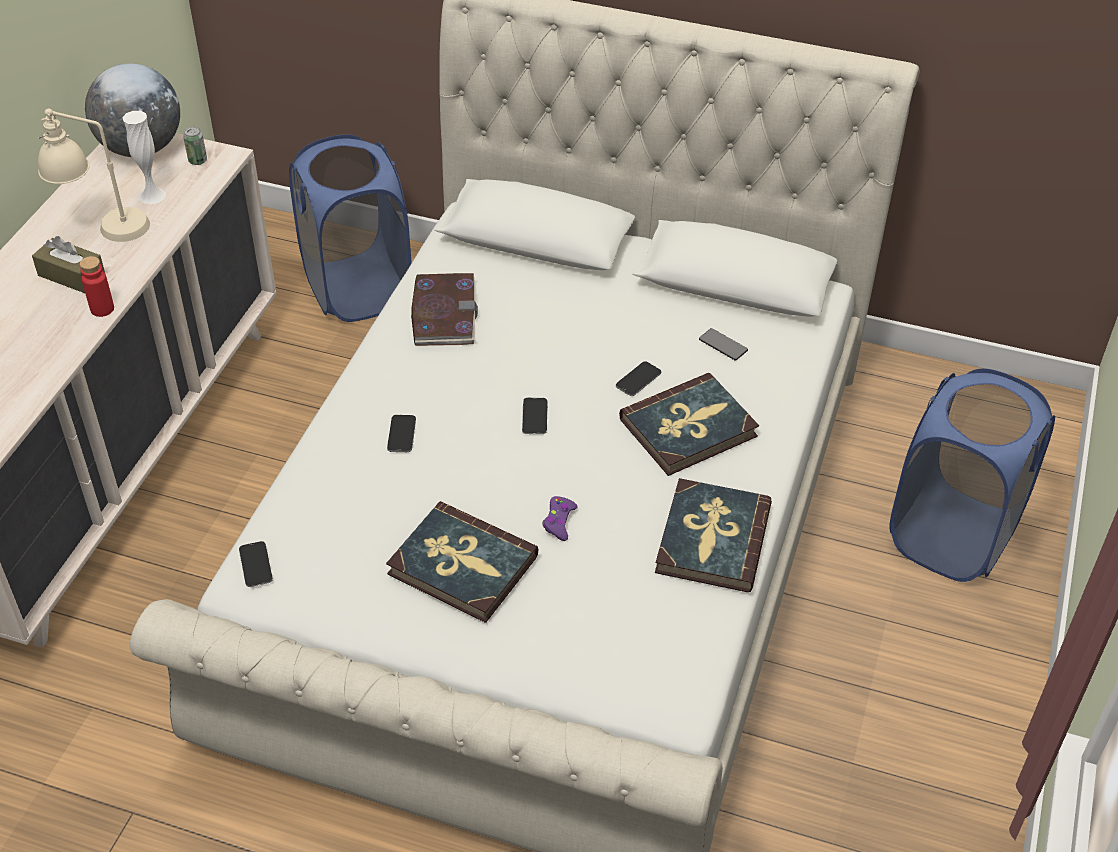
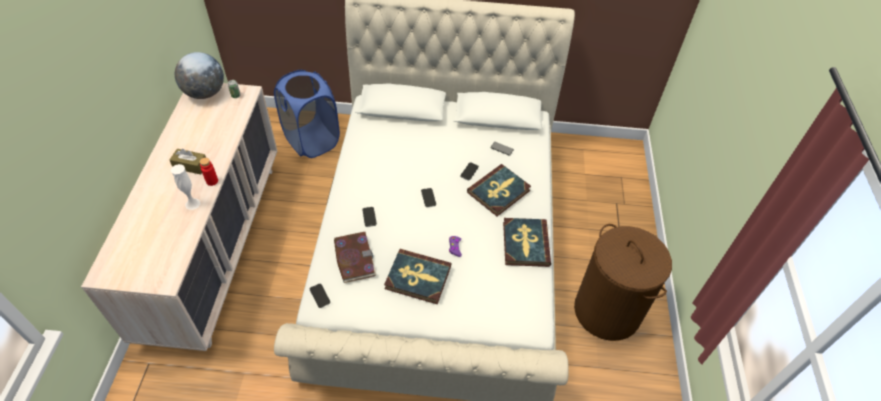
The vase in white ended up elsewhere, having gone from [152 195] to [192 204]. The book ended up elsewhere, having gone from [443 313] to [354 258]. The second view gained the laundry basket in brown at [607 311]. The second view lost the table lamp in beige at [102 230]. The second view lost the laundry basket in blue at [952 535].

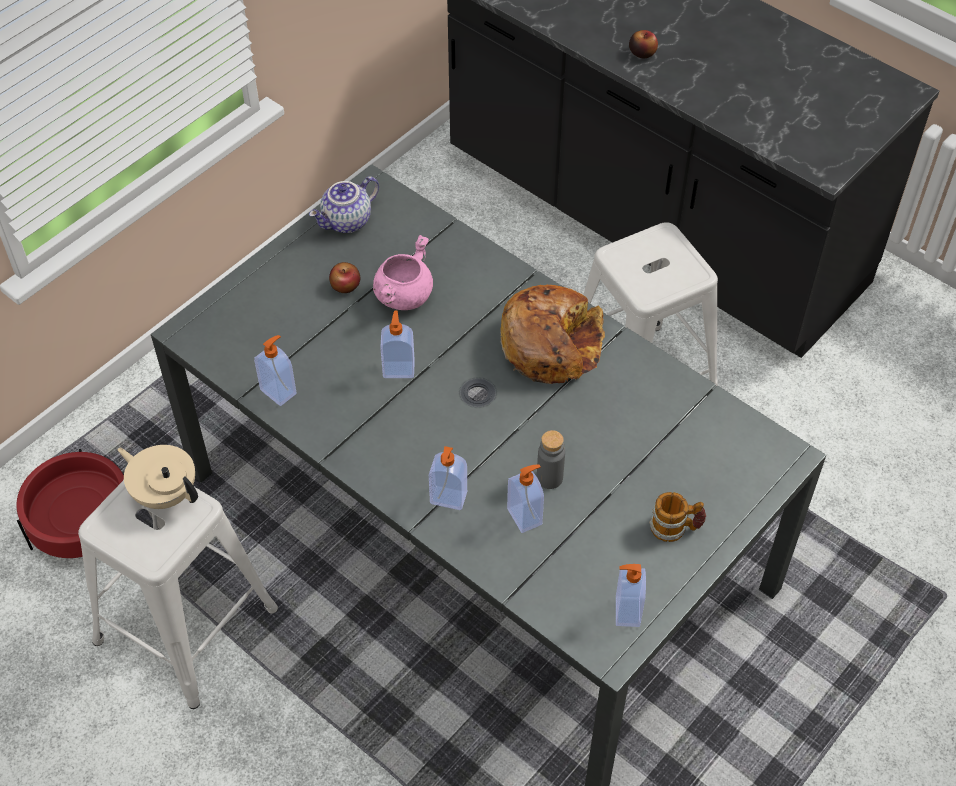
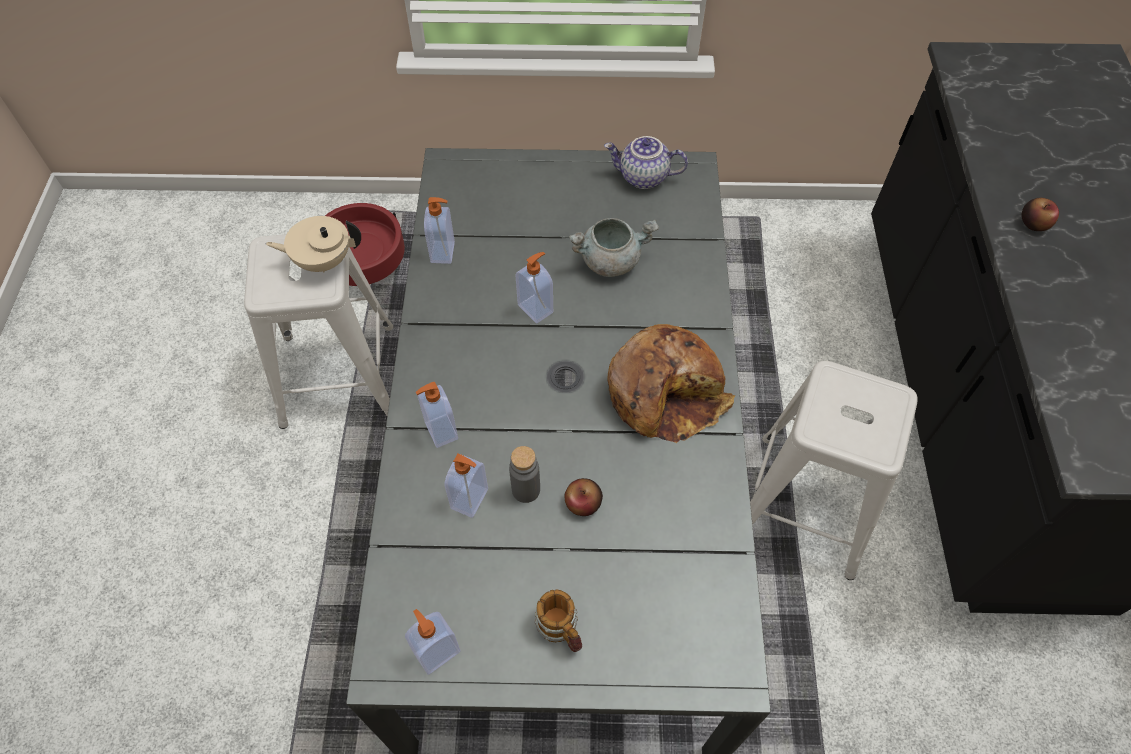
The teapot in beige at [165 492] ended up facing another way, 90 degrees counterclockwise from before. The apple ended up elsewhere, having gone from [345 285] to [583 503]. What was the cooking pot in pink at [403 295] turned into the cooking pot in grey at [610 260].

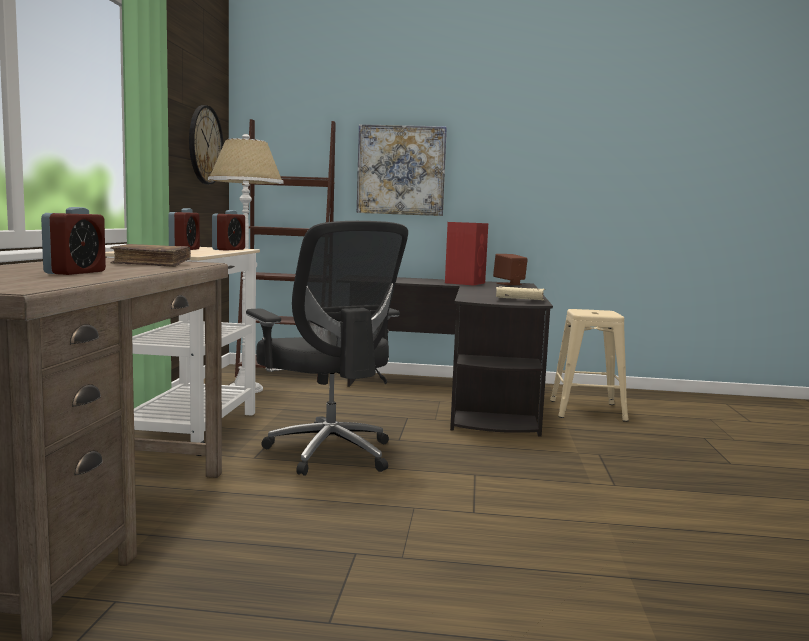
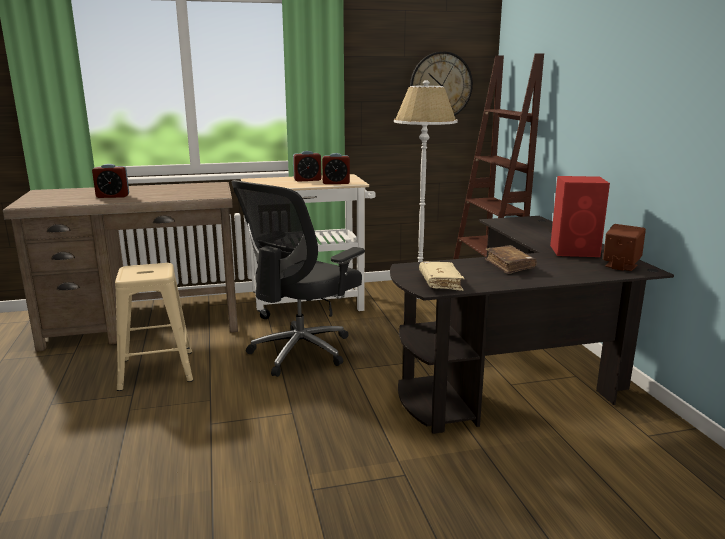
The stool in beige ended up elsewhere, having gone from [587 411] to [156 370]. The book in brown ended up elsewhere, having gone from [152 264] to [509 265]. The second view lost the picture at [401 170].

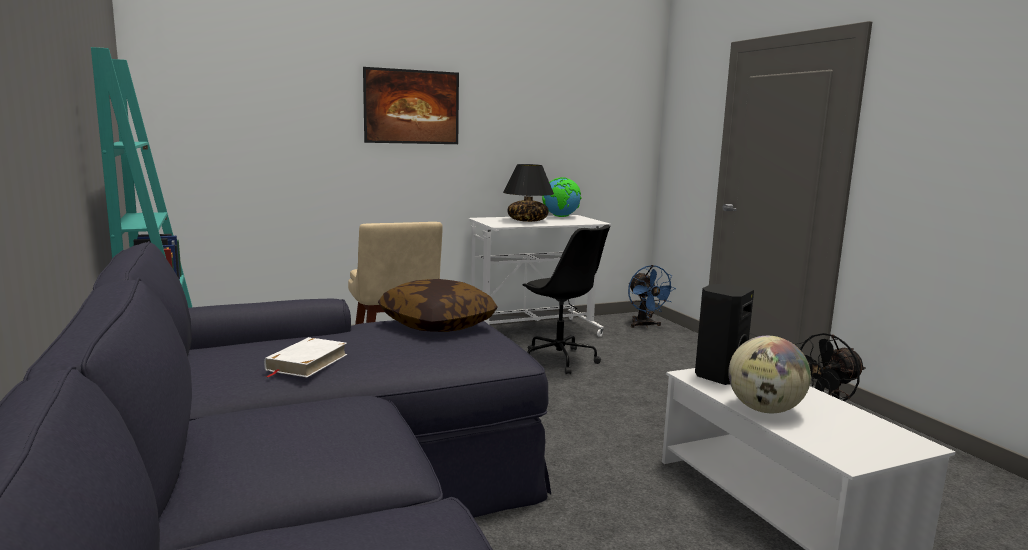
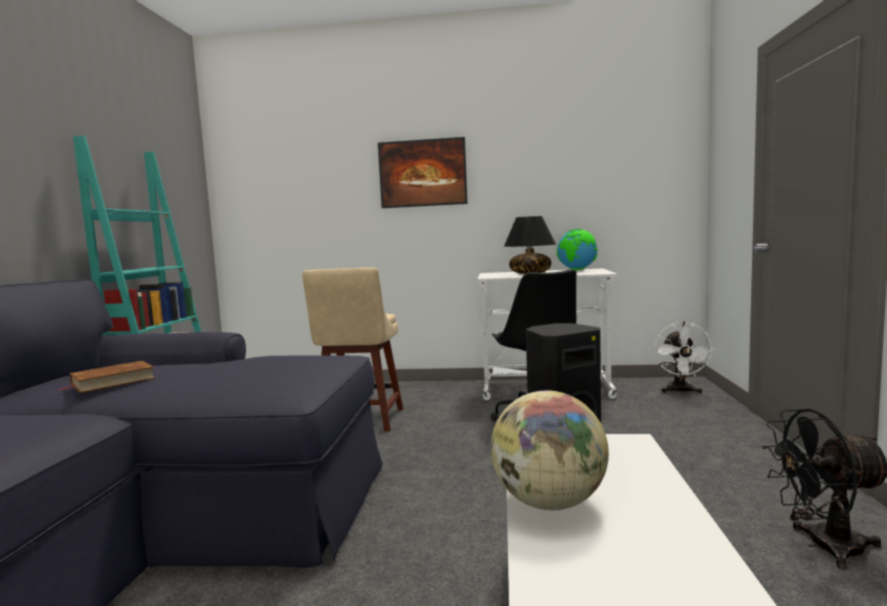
What was the book in white at [306 362] turned into the book in brown at [113 381]. What was the fan in blue at [644 325] turned into the fan in white at [681 391]. The second view lost the pillow at [437 324].

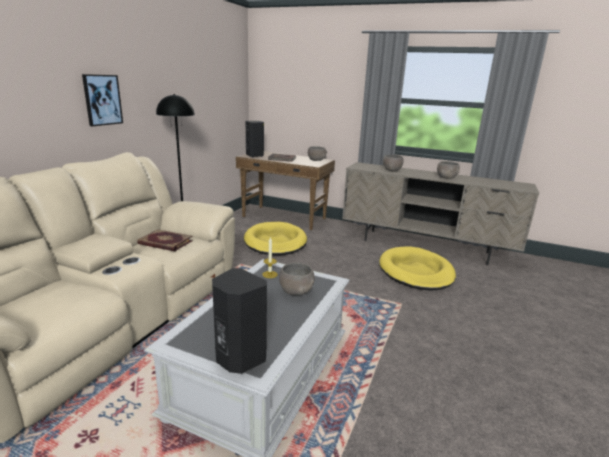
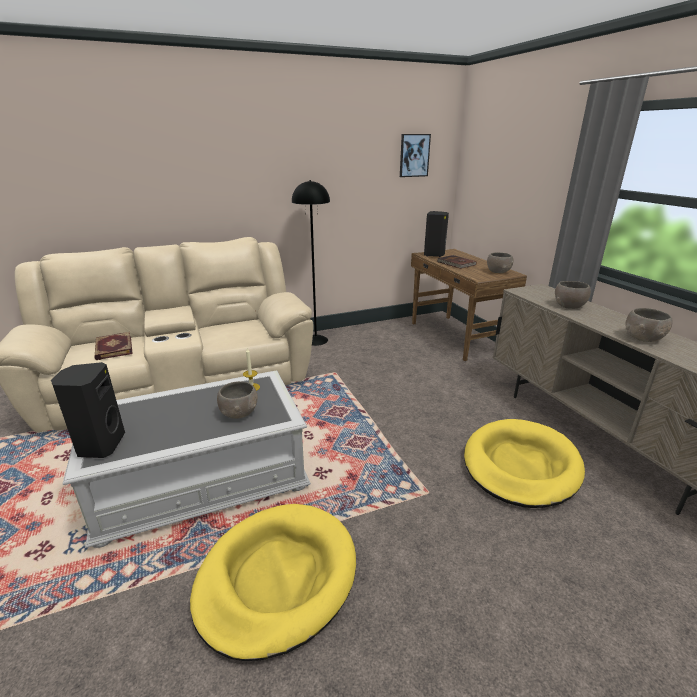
The book ended up elsewhere, having gone from [165 243] to [113 348]. The dog bed in yellow ended up elsewhere, having gone from [275 242] to [277 578]. The picture ended up elsewhere, having gone from [102 100] to [414 155].

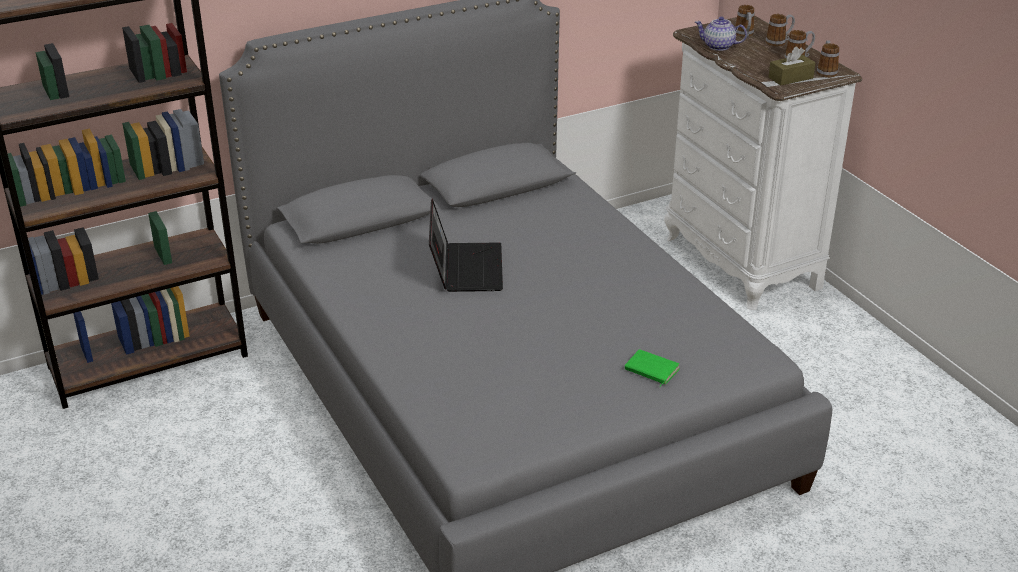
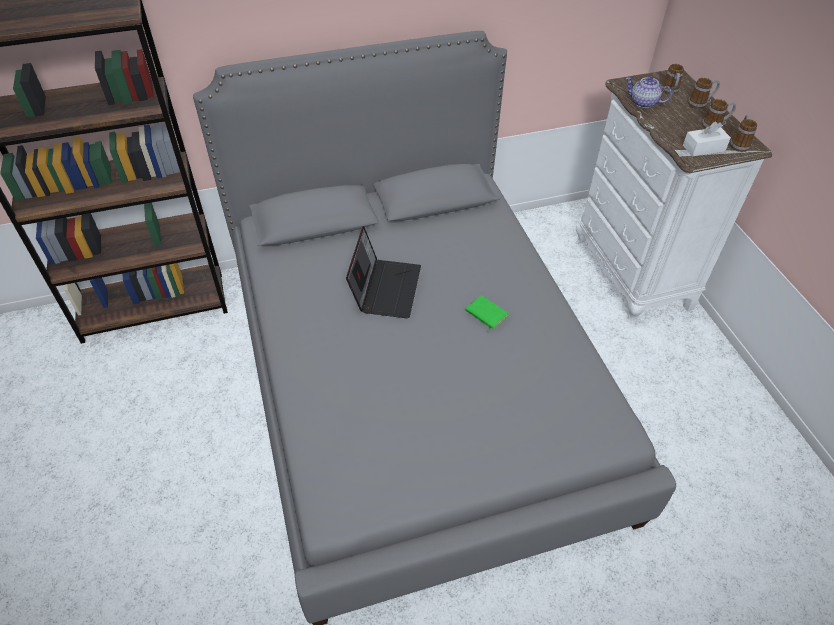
The book in green ended up elsewhere, having gone from [651 370] to [485 314]. What was the tissue box in brown at [790 78] turned into the tissue box in white at [703 148].

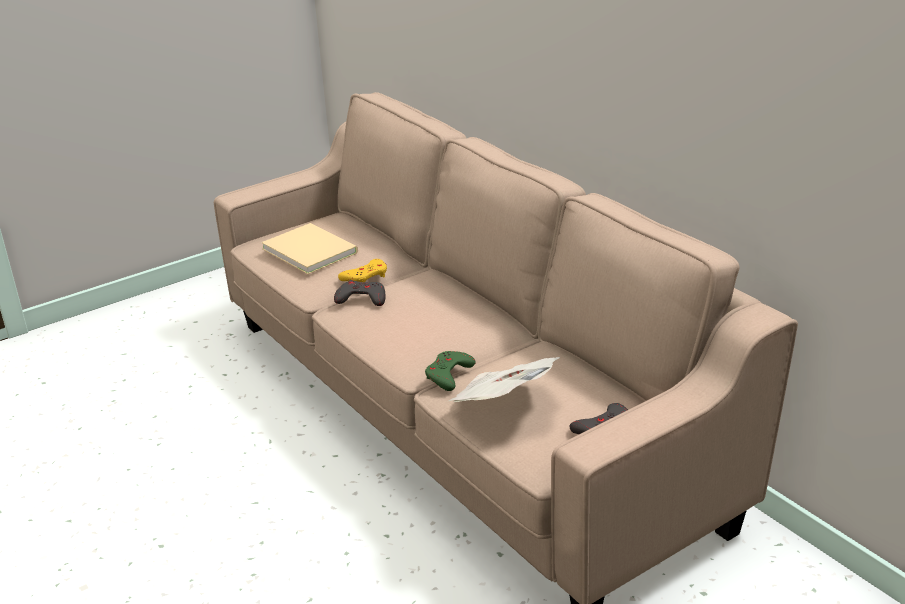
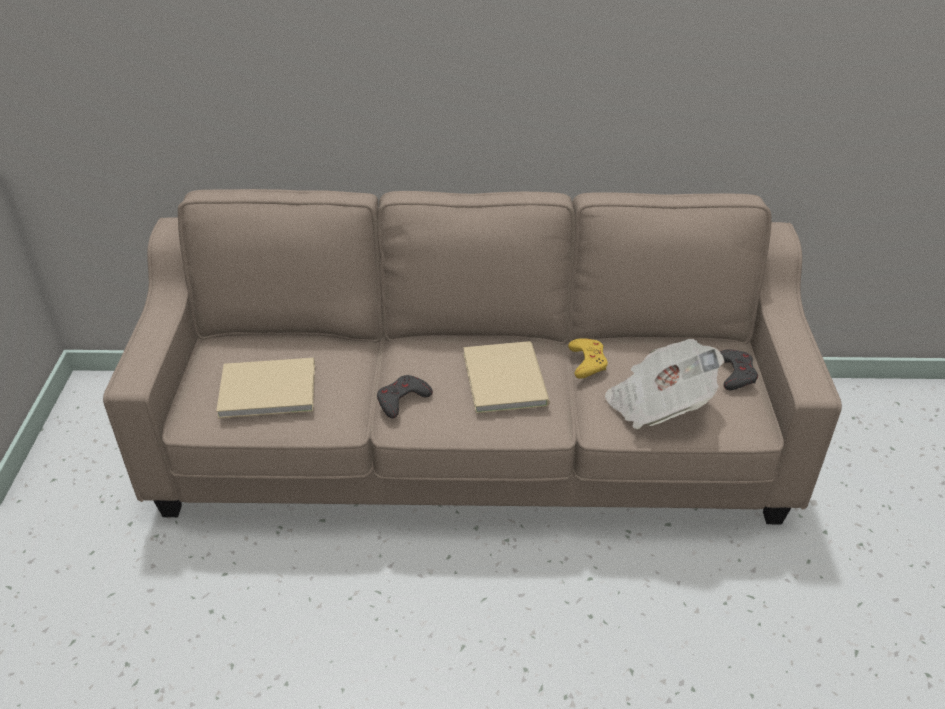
The second view gained the book in beige at [506 377]. The game controller in yellow ended up elsewhere, having gone from [365 277] to [587 362]. The second view lost the game controller in green at [448 375].

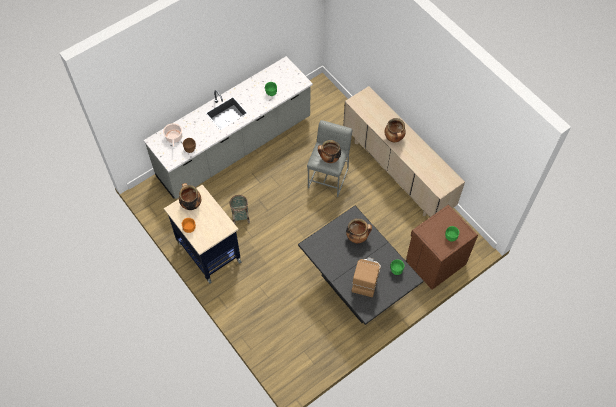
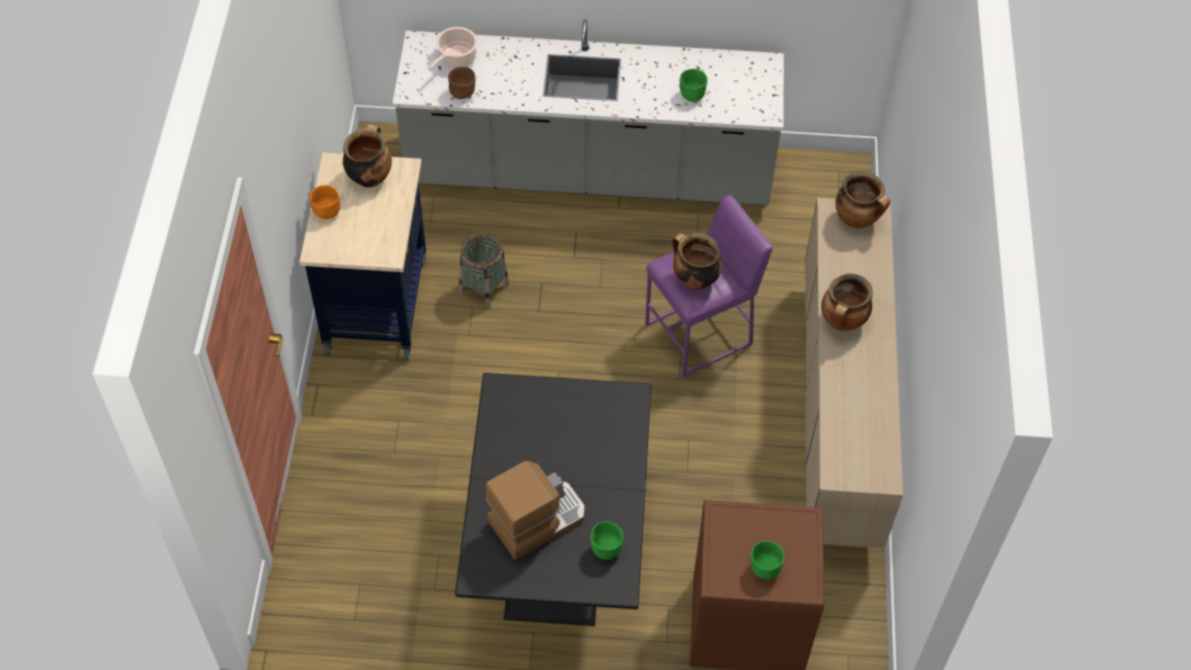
What was the stool in grey at [328 177] turned into the stool in purple at [700 333]. The cooking pot ended up elsewhere, having gone from [357 237] to [857 220].

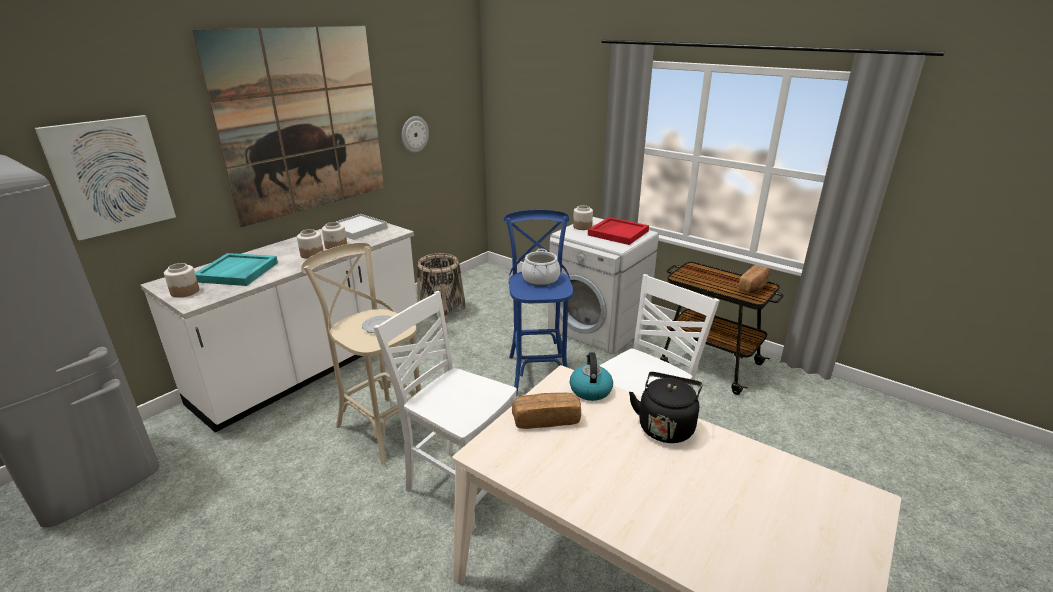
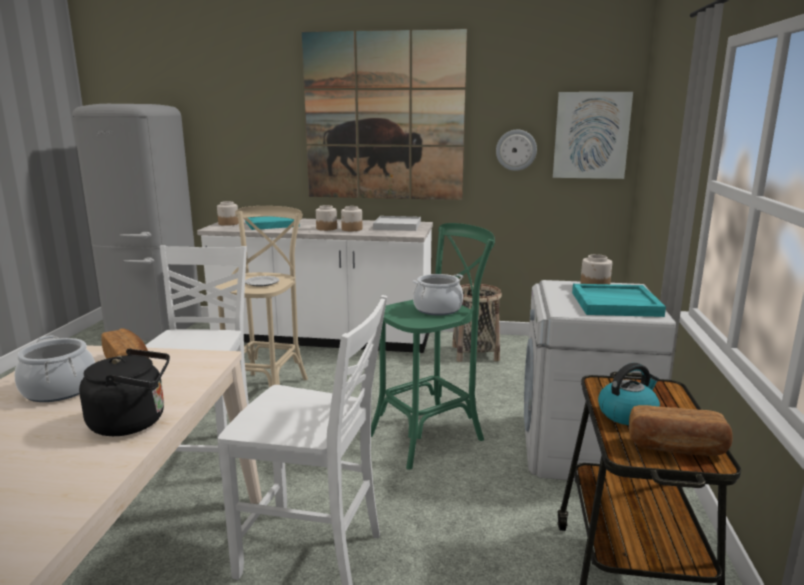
The second view gained the cooking pot at [60 389]. What was the stool in blue at [538 371] turned into the stool in green at [430 436]. The picture ended up elsewhere, having gone from [110 176] to [591 135]. What was the tray in red at [618 233] turned into the tray in turquoise at [616 303]. The kettle ended up elsewhere, having gone from [590 389] to [627 414].

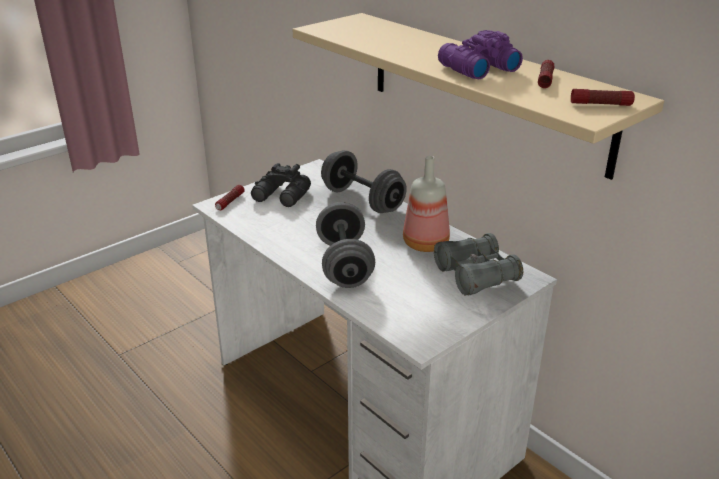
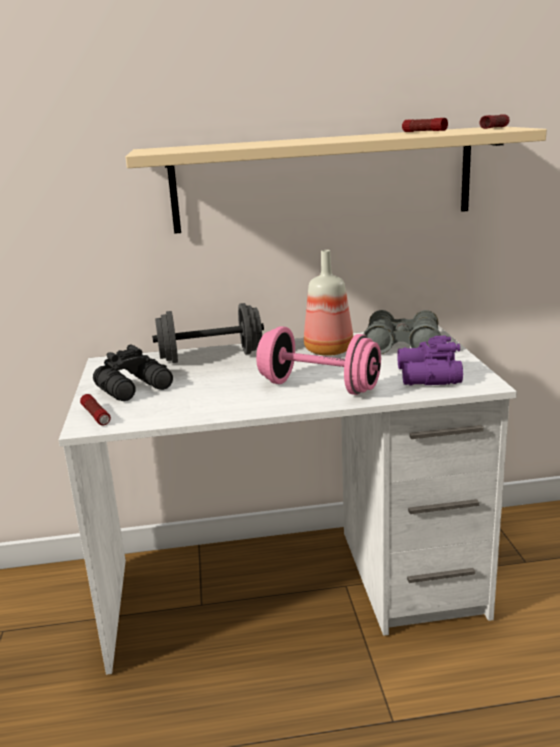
What was the dumbbell in grey at [344 264] turned into the dumbbell in pink at [319 387]. The binoculars in purple ended up elsewhere, having gone from [476 68] to [426 376].

